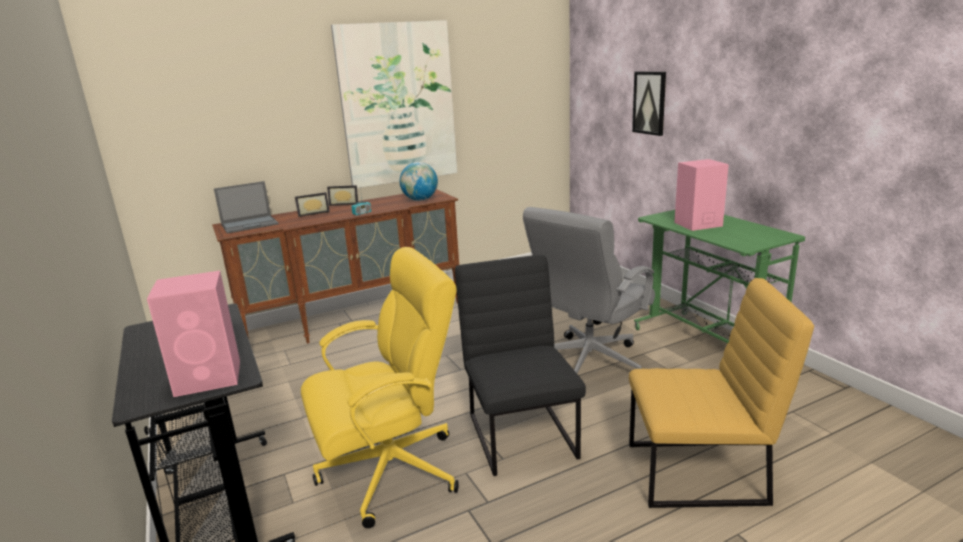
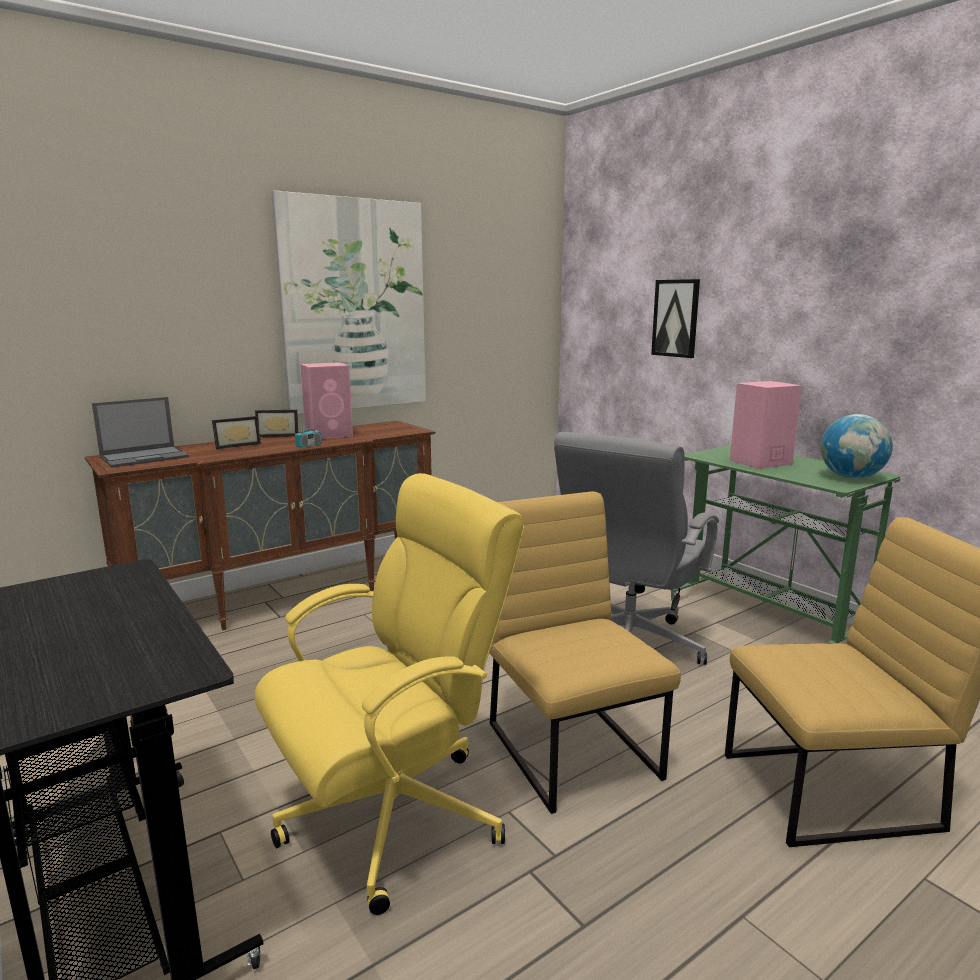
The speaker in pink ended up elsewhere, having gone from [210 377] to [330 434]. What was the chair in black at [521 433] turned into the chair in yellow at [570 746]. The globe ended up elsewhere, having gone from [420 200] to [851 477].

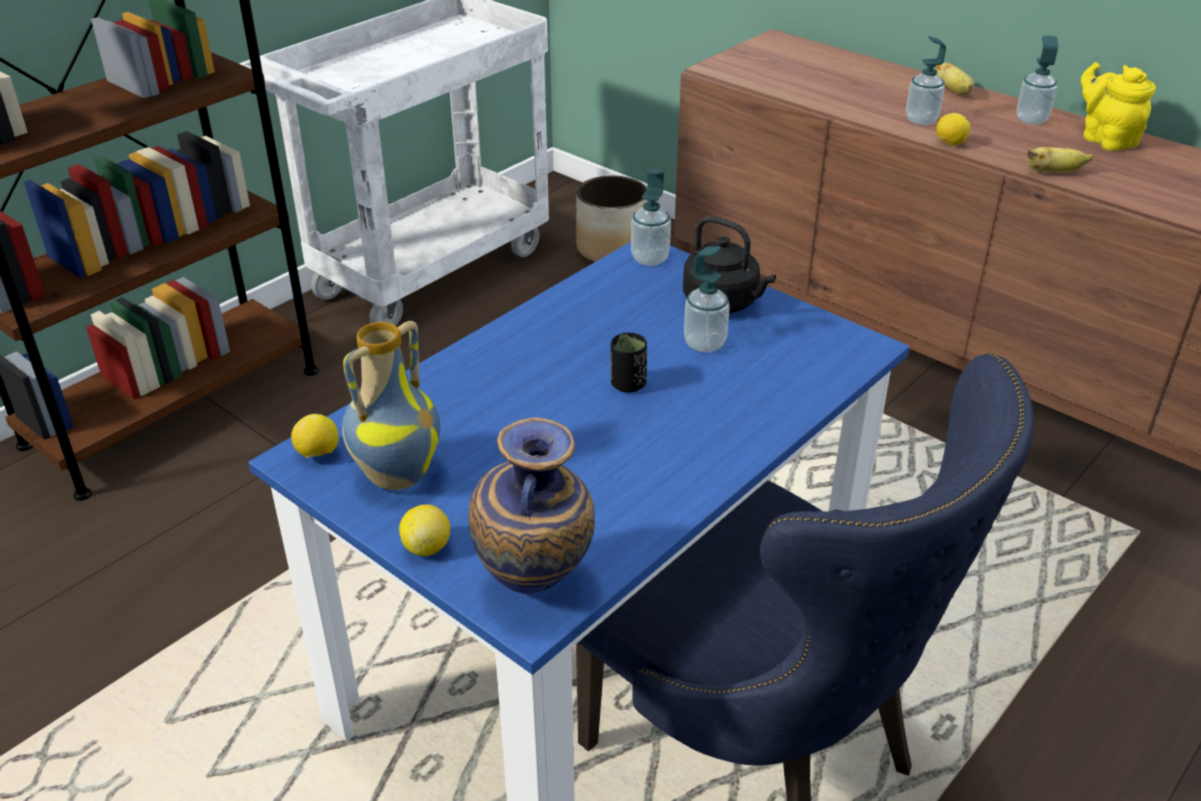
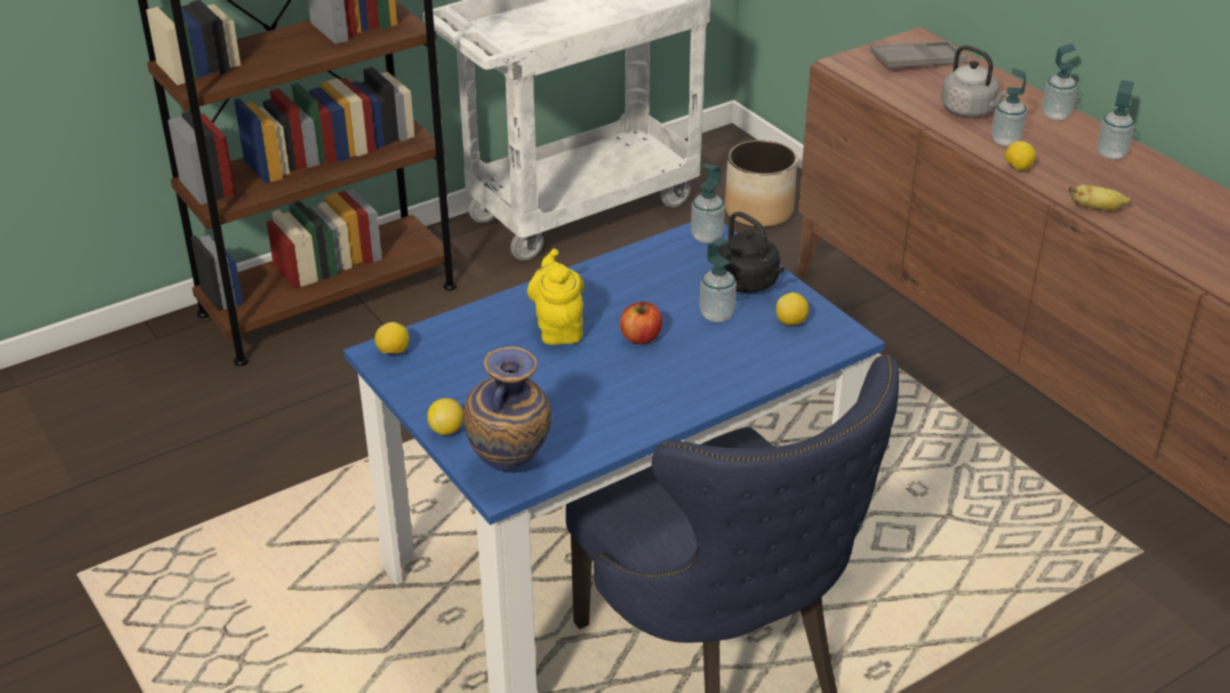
The teapot in yellow ended up elsewhere, having gone from [1105 139] to [558 328]. Where the cup in black stood at [628 384], the apple came to stand at [641 337]. The second view gained the lemon at [791 322]. The second view gained the tray in grey at [917 61]. The second view gained the kettle in grey at [970 111]. Where the banana stood at [953 91], the soap dispenser came to stand at [1055 115]. The second view lost the vase at [396 474].

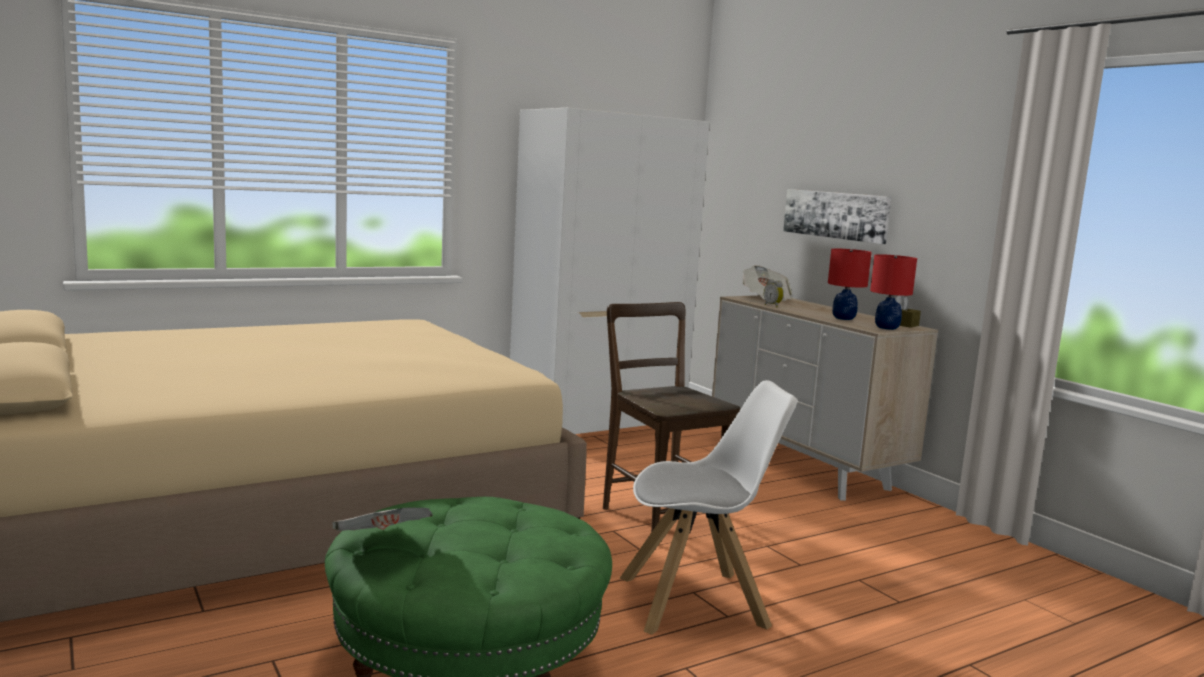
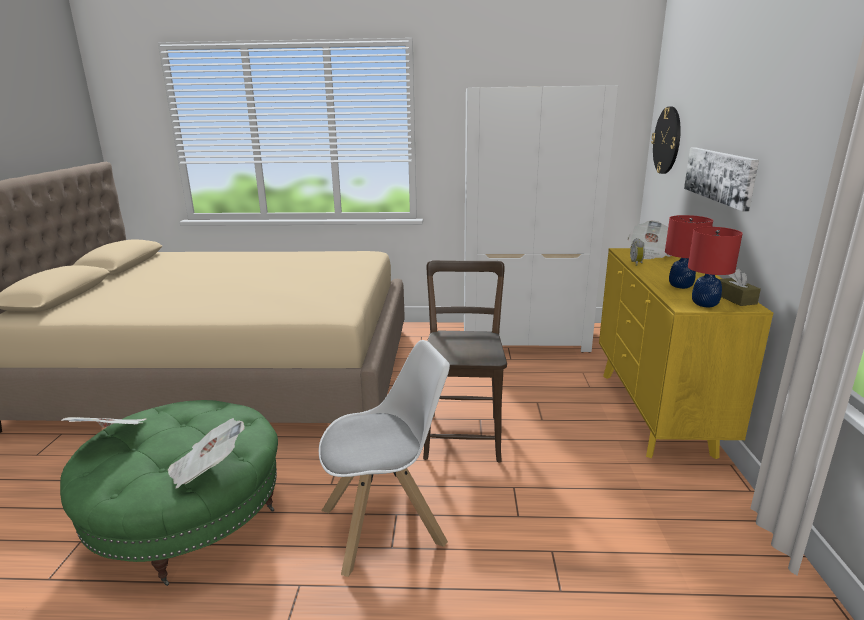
The second view gained the newspaper at [207 469]. The chair at [697 602] ended up facing another way, 45 degrees counterclockwise from before. What was the dresser in white at [804 467] turned into the dresser in yellow at [655 411]. The second view gained the wall clock at [667 140].

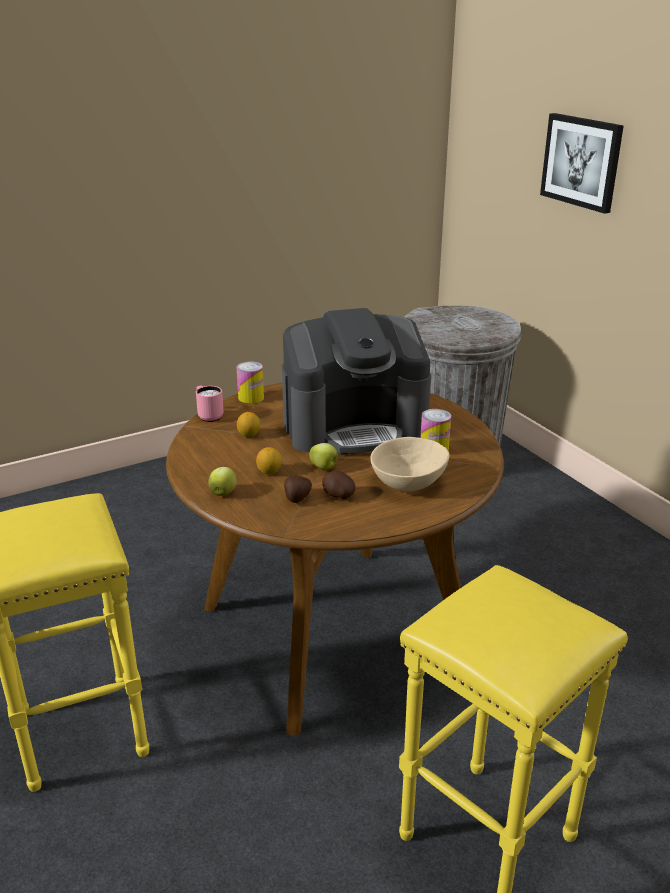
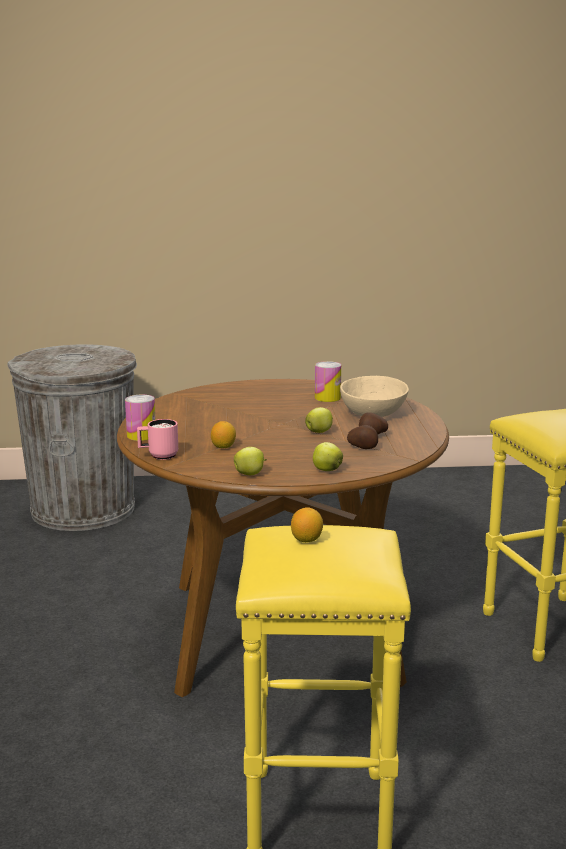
The second view gained the apple at [250 474]. The lemon ended up elsewhere, having gone from [269 472] to [306 540]. The second view lost the coffee machine at [355 426]. The second view lost the picture at [582 161].

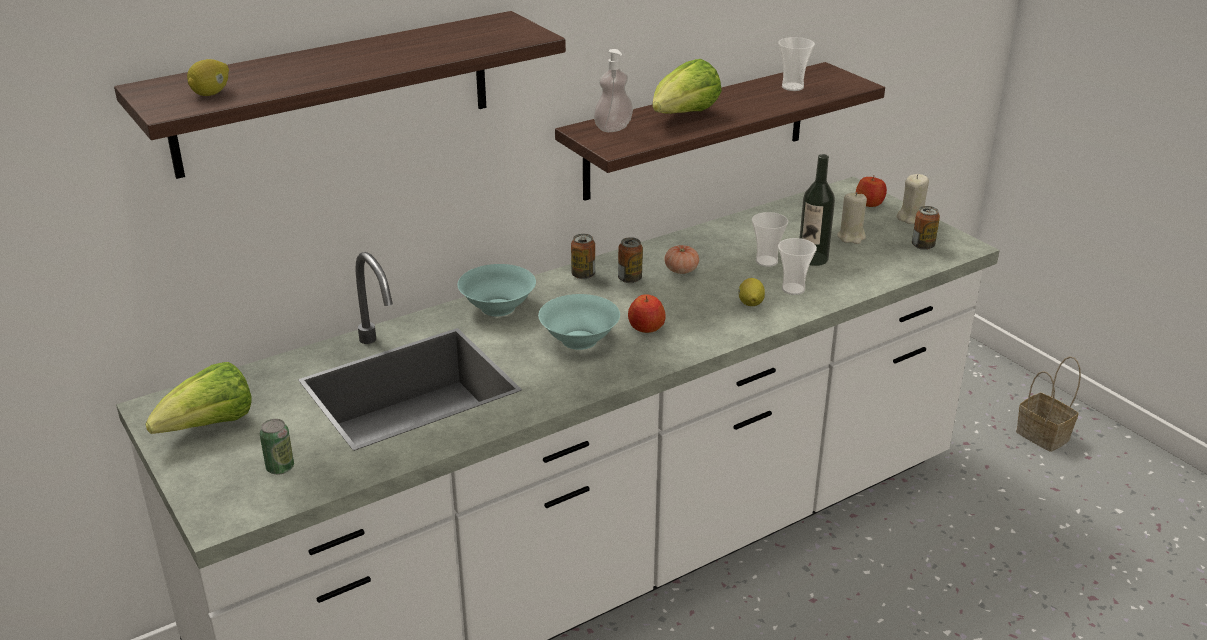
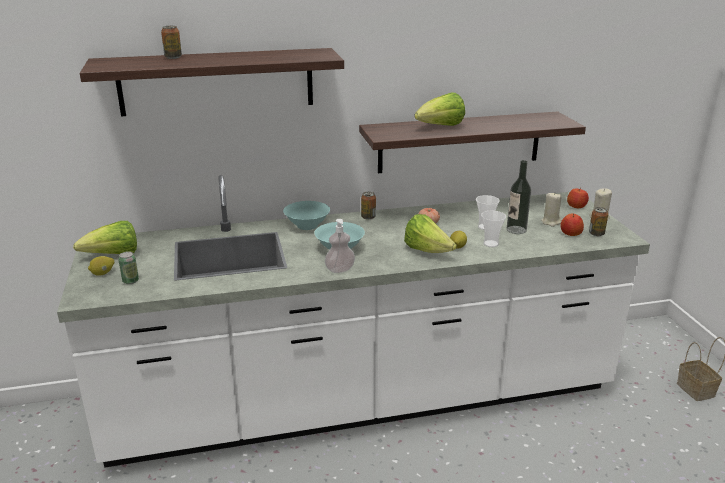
The lemon ended up elsewhere, having gone from [211 93] to [103 273]. The can ended up elsewhere, having gone from [630 279] to [173 57]. The soap dispenser ended up elsewhere, having gone from [613 128] to [340 269]. The second view gained the lettuce at [427 251]. The apple ended up elsewhere, having gone from [646 327] to [570 233]. The second view lost the cup at [792 87].

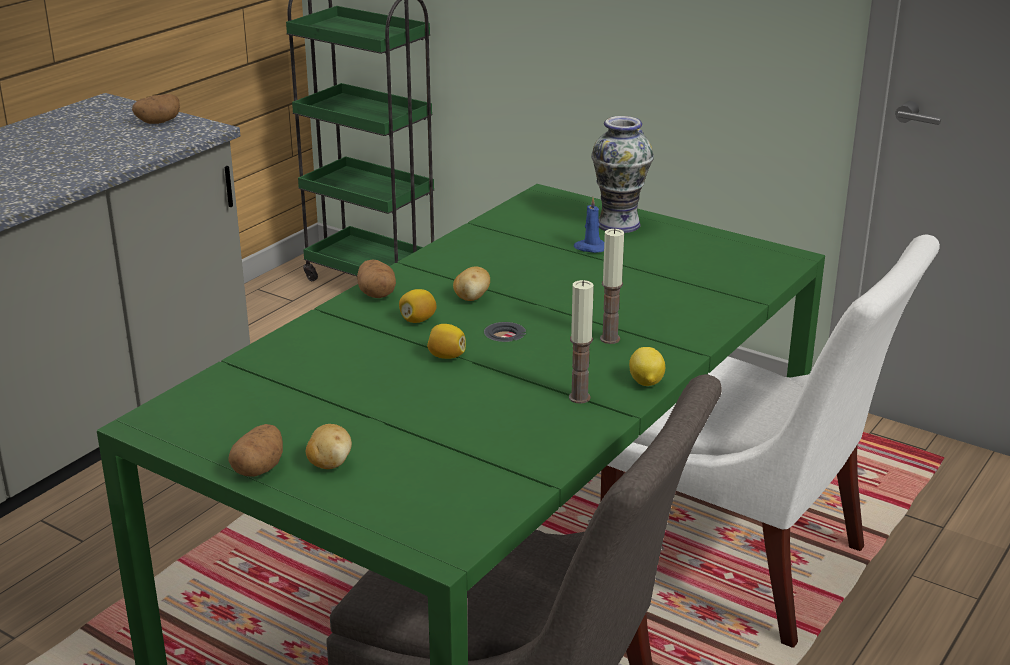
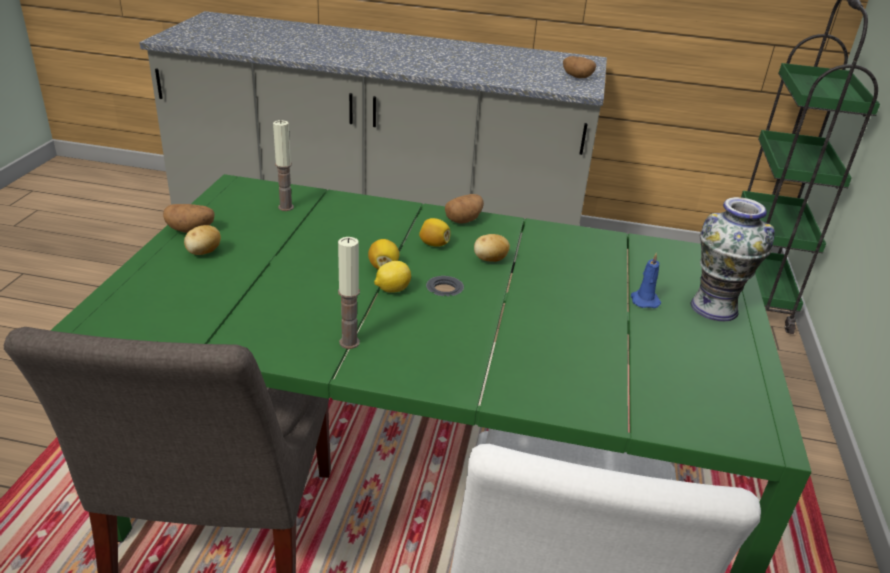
The candle ended up elsewhere, having gone from [609 339] to [286 207]. The lemon ended up elsewhere, having gone from [646 383] to [392 289].

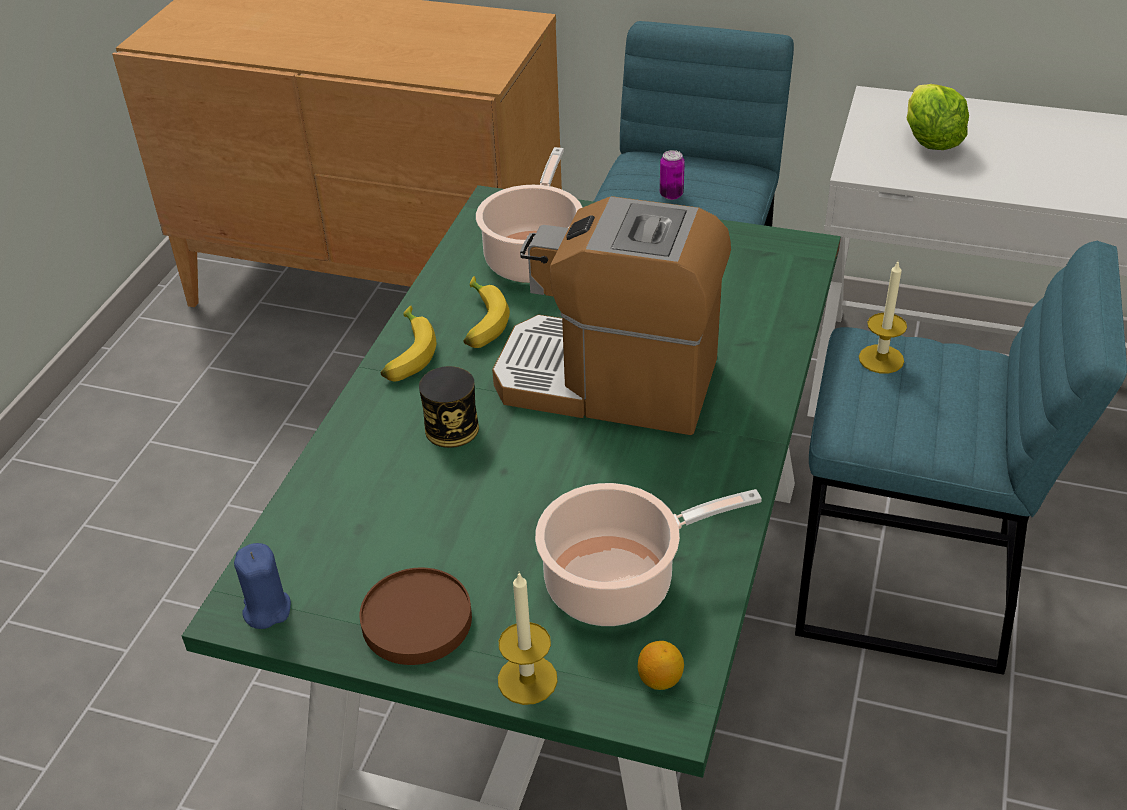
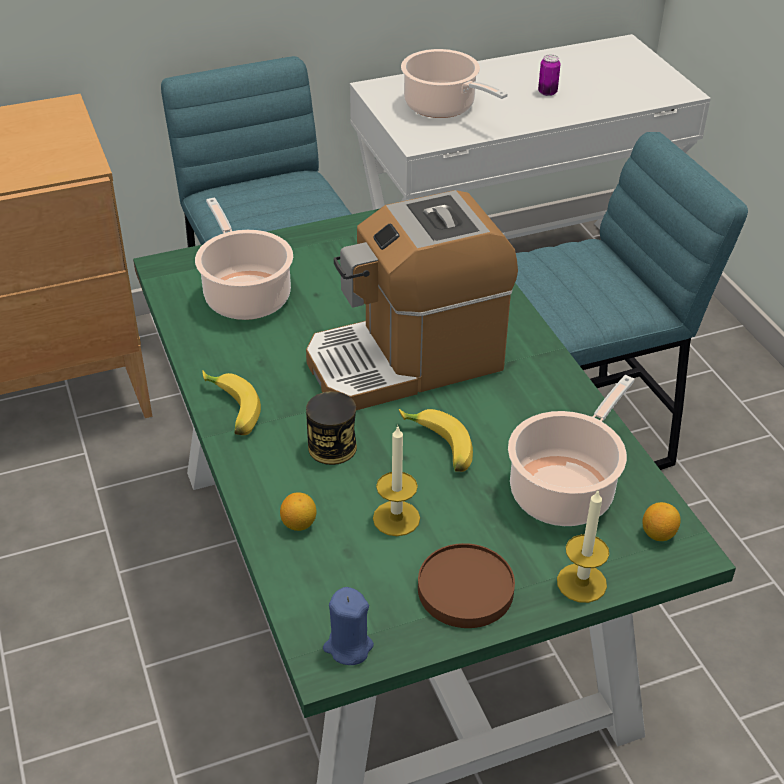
The second view gained the lemon at [299 524]. The candle ended up elsewhere, having gone from [881 359] to [396 518]. The banana ended up elsewhere, having gone from [479 322] to [436 447]. Where the lettuce stood at [930 142], the cooking pot came to stand at [443 107]. The can ended up elsewhere, having gone from [671 195] to [547 92].

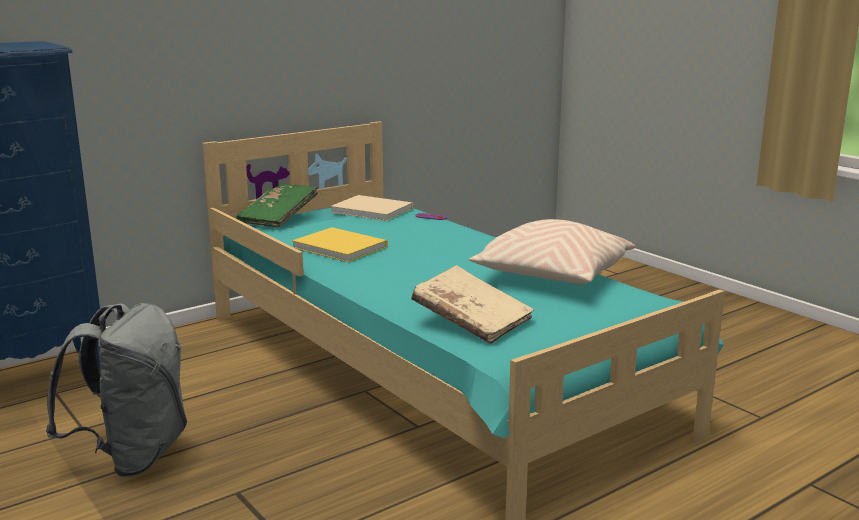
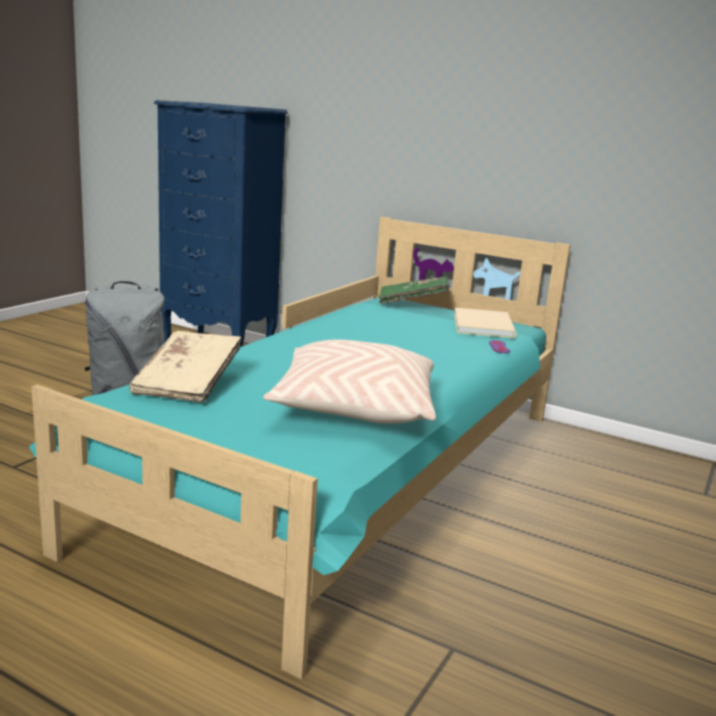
The second view lost the book in yellow at [339 246].

